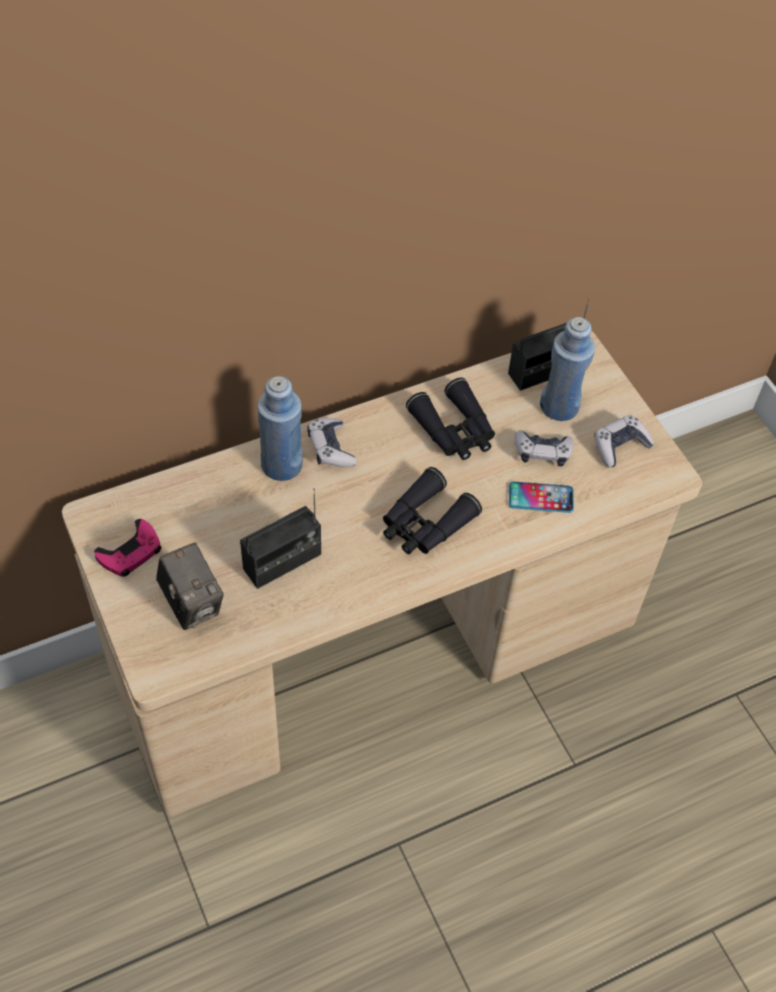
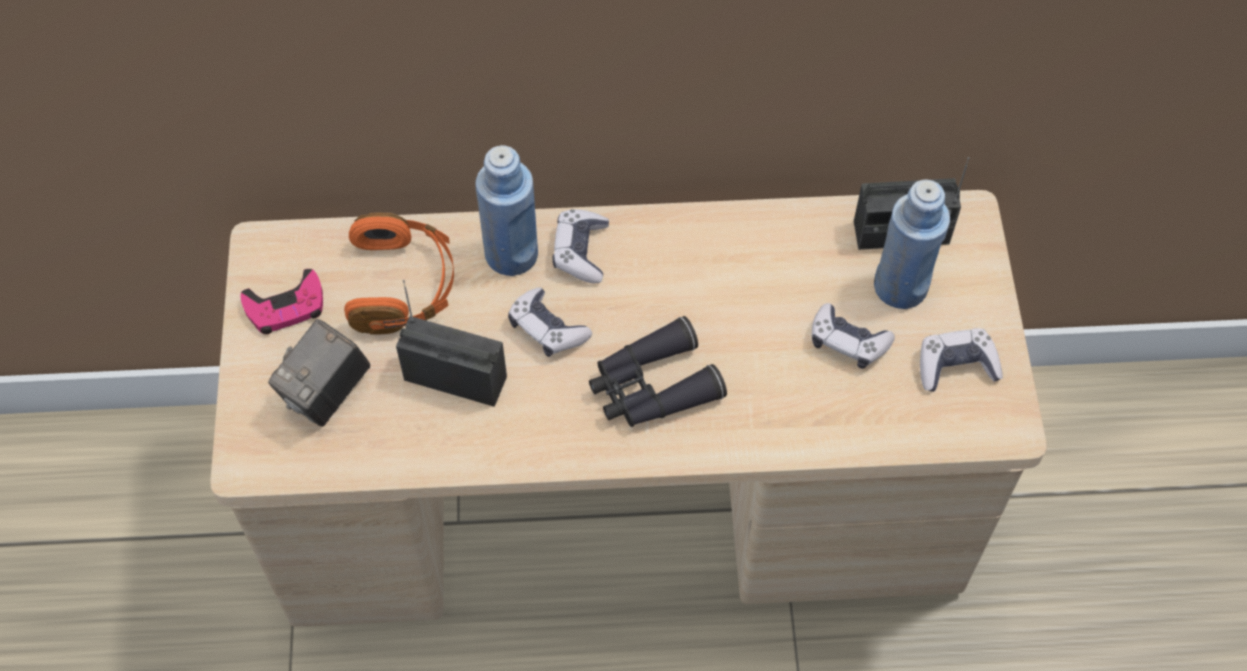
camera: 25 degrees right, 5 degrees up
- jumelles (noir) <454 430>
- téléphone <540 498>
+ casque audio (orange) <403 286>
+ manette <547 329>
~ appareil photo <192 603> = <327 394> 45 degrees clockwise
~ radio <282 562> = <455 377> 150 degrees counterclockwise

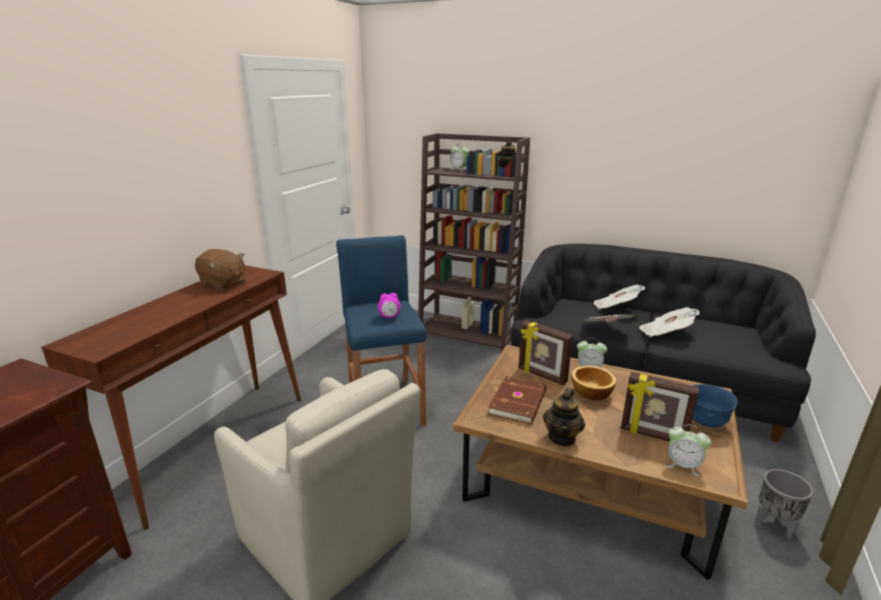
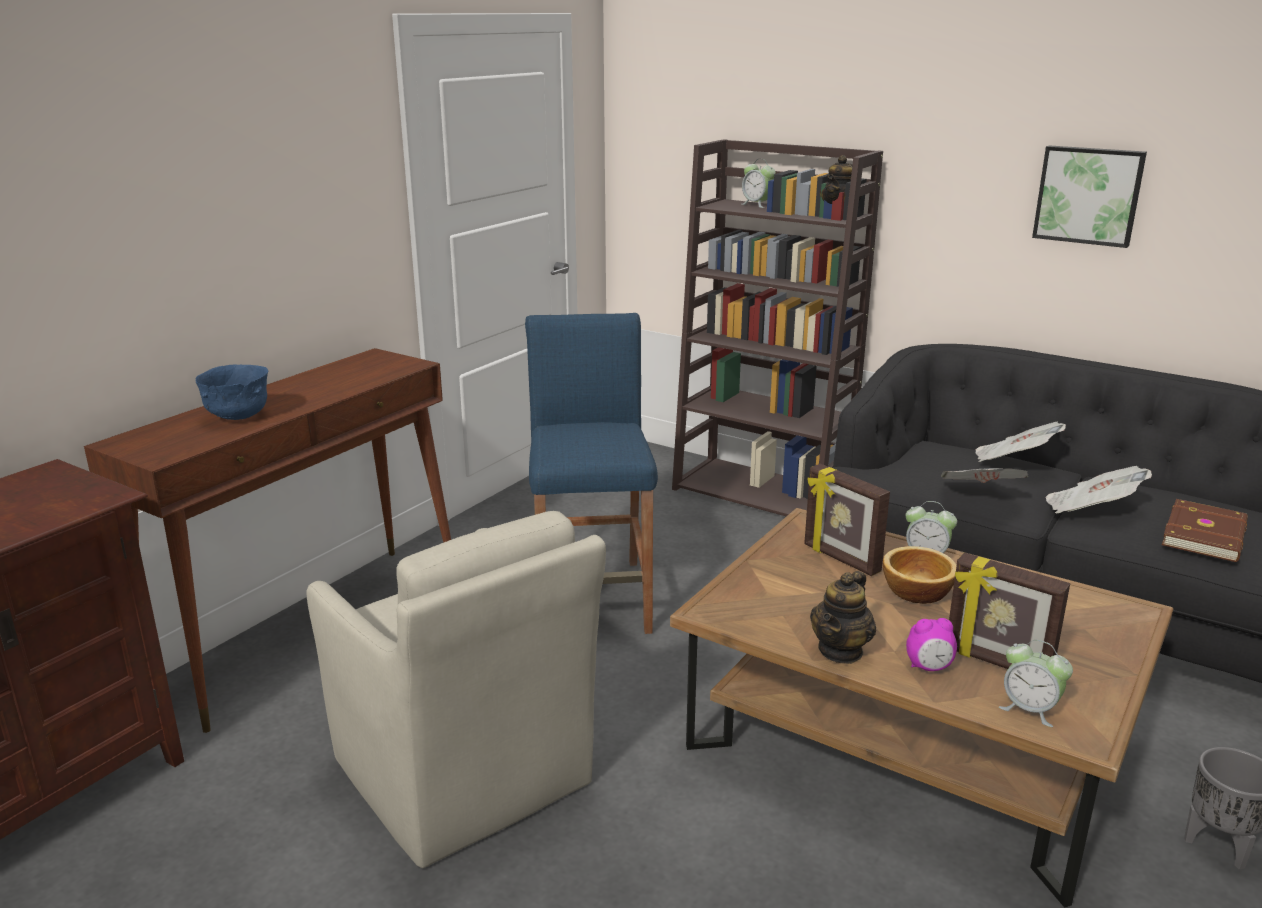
camera: 10 degrees right, 0 degrees up
- peluche (marron) <223 284>
+ tableau <1088 195>
~ réveil <389 317> to <929 667>
~ livre (marron) <519 402> to <1206 535>
~ bol (bleu) <705 422> to <238 417>

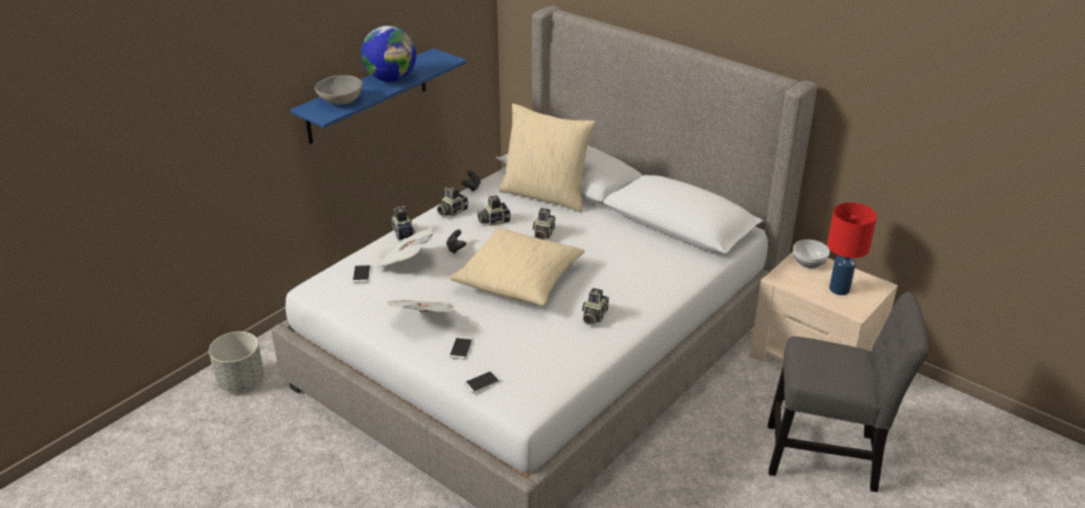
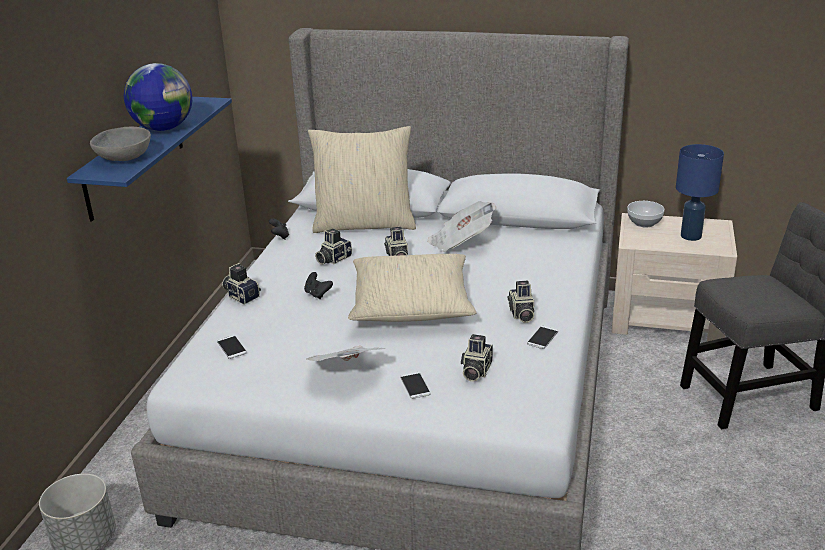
camera: 25 degrees left, 5 degrees down
~ journal <405 261> to <461 242>
~ appareil photo <451 211> to <475 370>
~ téléphone <482 382> to <542 338>
~ lampe de table (rouge) <839 289> to lampe de table (bleu) <691 236>

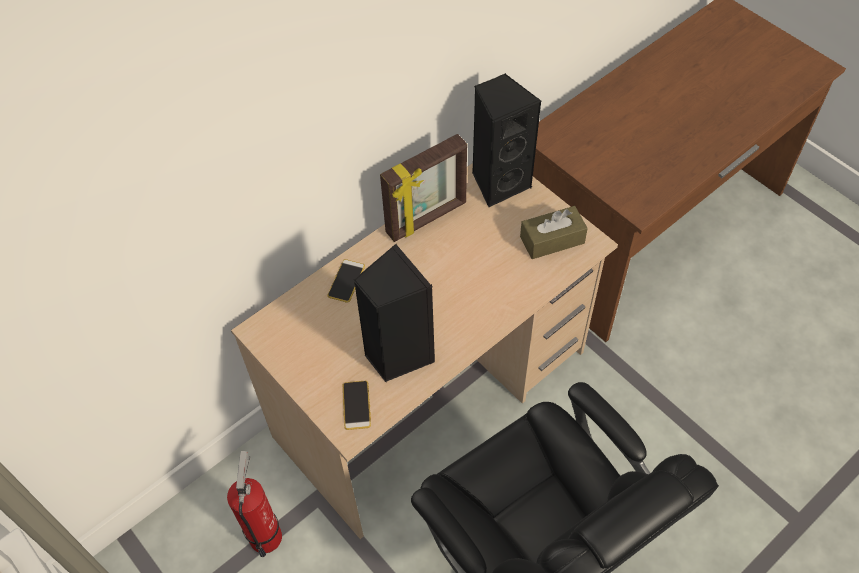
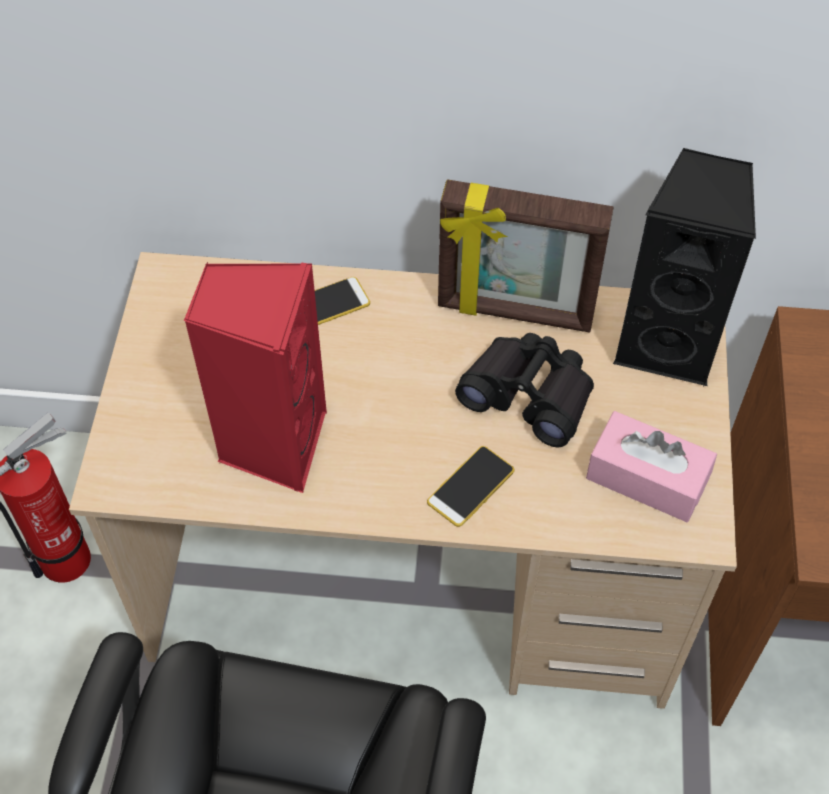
camera: 45 degrees right, 0 degrees up
+ jumelles (noir) <529 395>
~ téléphone <356 405> to <471 486>
~ enceinte (noir) <397 354> to enceinte (rouge) <272 443>
~ boîte à mouchoirs (marron) <552 240> to boîte à mouchoirs (rose) <647 478>

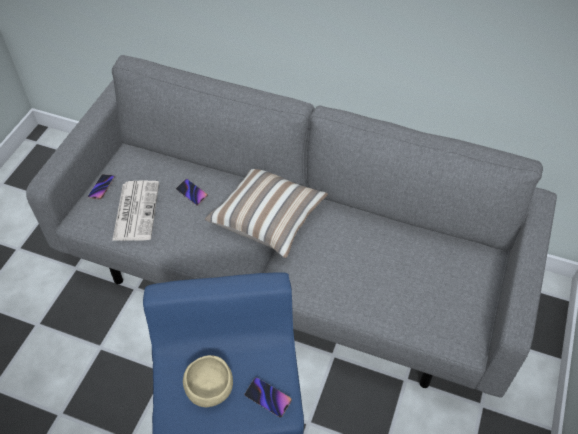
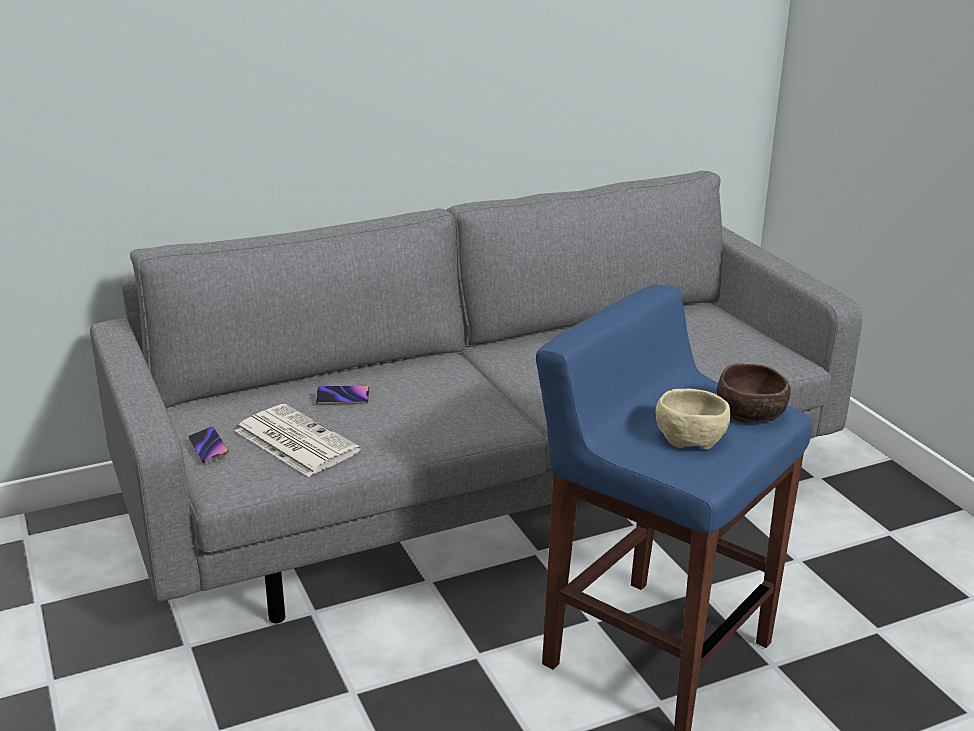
camera: 45 degrees left, 25 degrees down
- coussin <268 218>
~ téléphone <268 398> to bol (marron) <752 413>

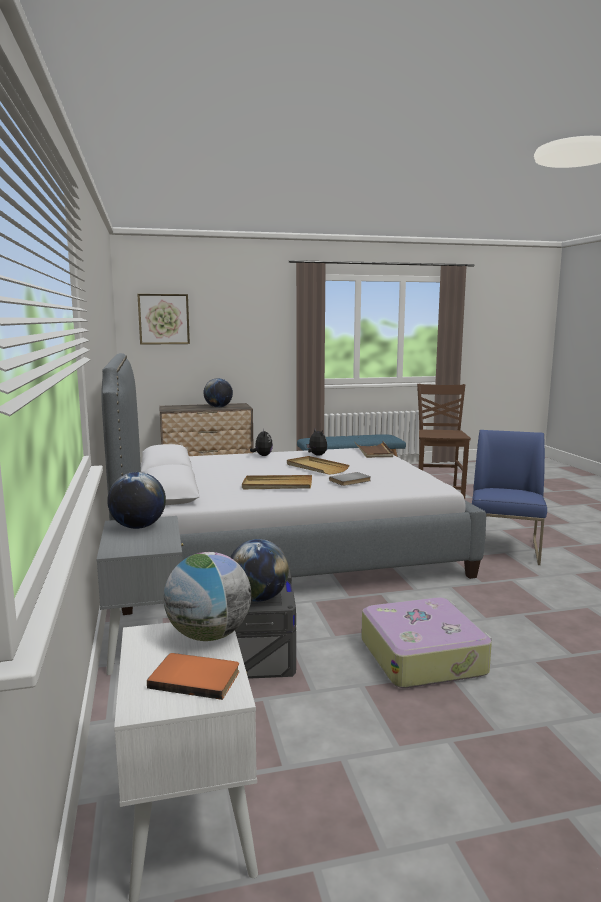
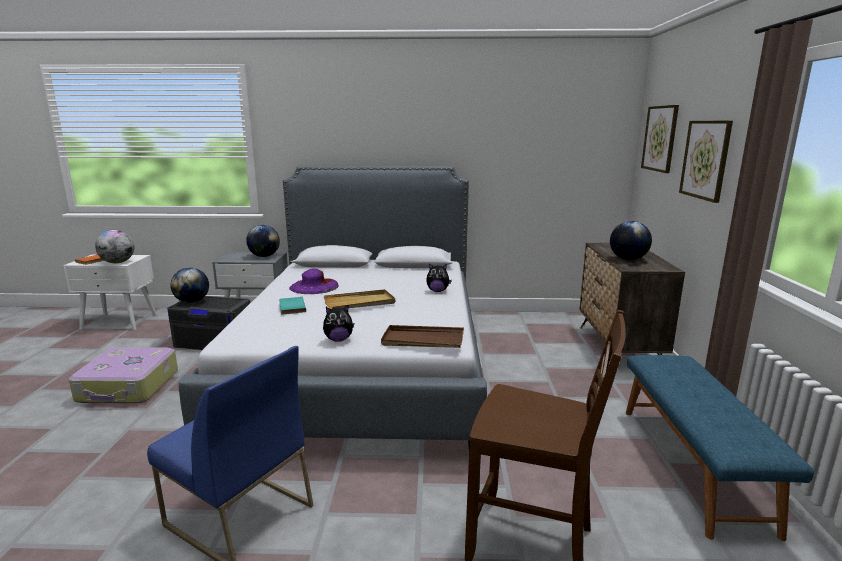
camera: 105 degrees right, 5 degrees up
+ tableau <705 159>
~ peluche <316 455> to <338 339>
~ plateau (beige) <277 485> to chapeau (violet) <314 286>
~ livre (gris) <351 481> to livre (turquoise) <291 307>

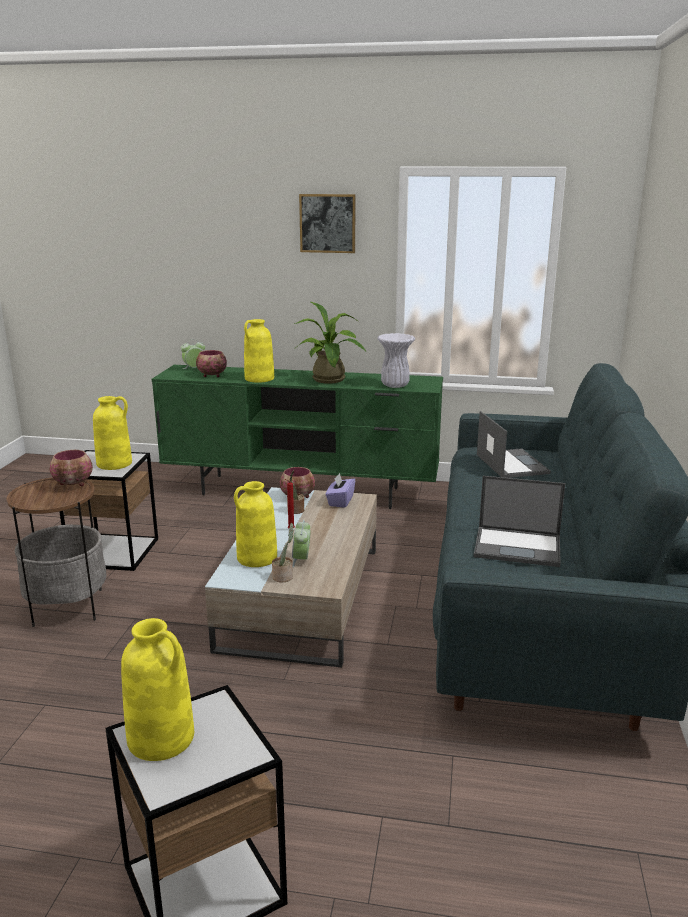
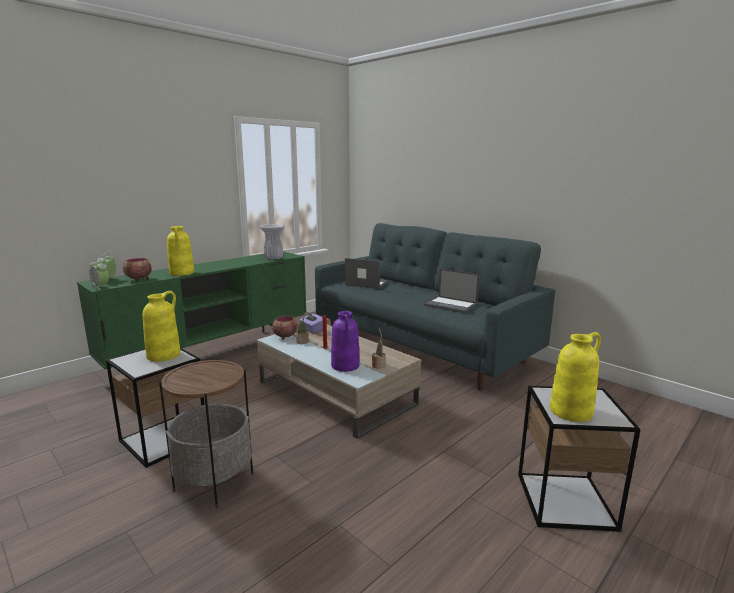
camera: 55 degrees left, 5 degrees down
- bol <74 484>
- plante en pot <330 381>
- tableau <327 223>
~ réveil <301 560> to <100 287>
~ vase (jaune) <256 558> to vase (violet) <345 366>
~ ordinateur portable <518 547> = <451 305> 75 degrees clockwise

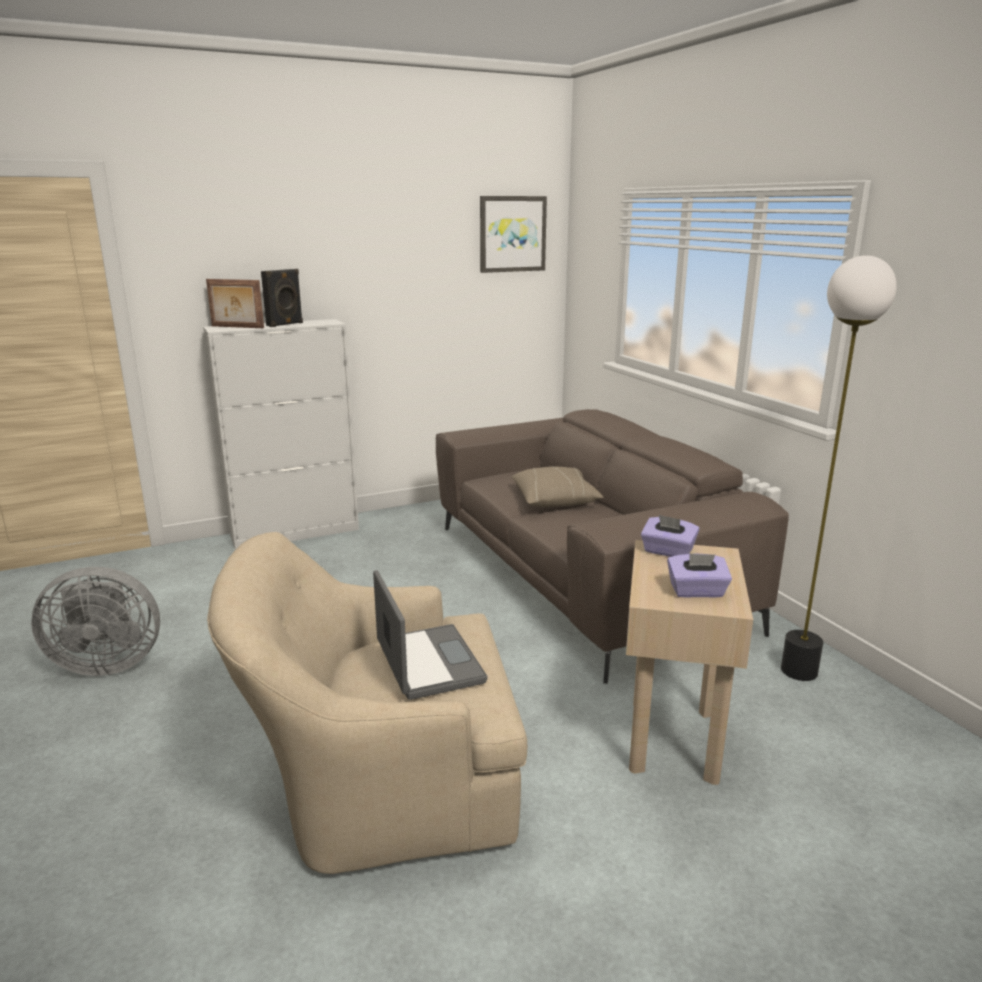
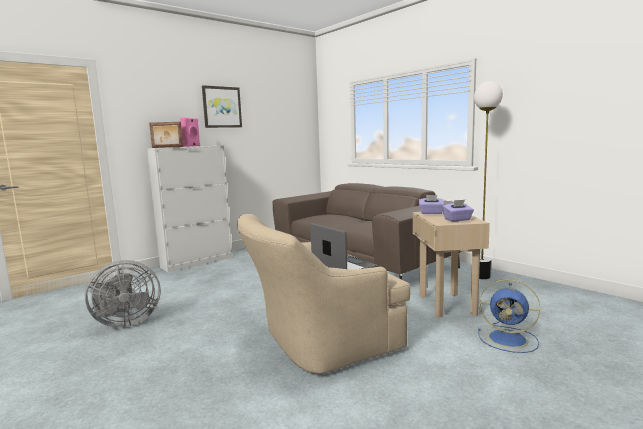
camera: 15 degrees left, 10 degrees down
- coussin (beige) <555 500>
+ ventilateur (bleu) <509 339>
~ tableau <512 234> to <222 107>
~ enceinte (noir) <285 324> to enceinte (rose) <192 146>

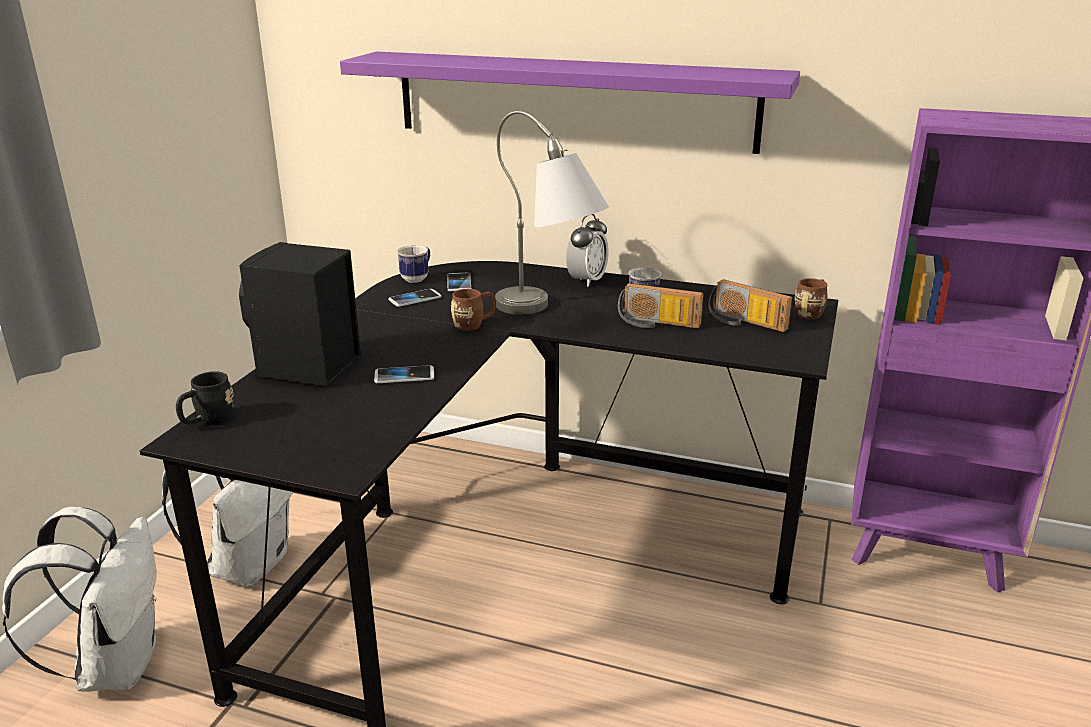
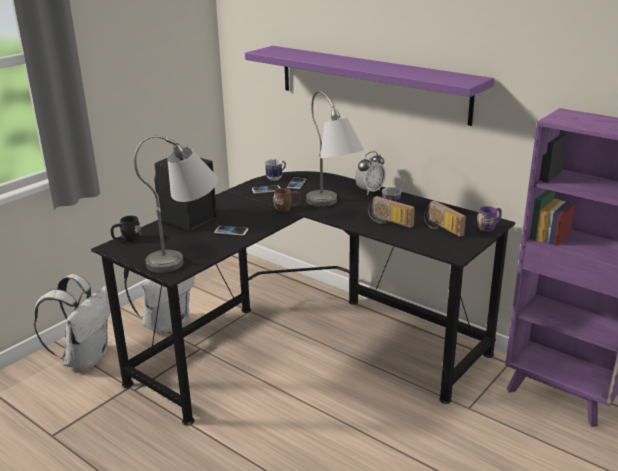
camera: 20 degrees right, 0 degrees up
+ lampe de table (gris) <186 255>
~ mug (marron) <811 312> to mug (violet) <489 227>

